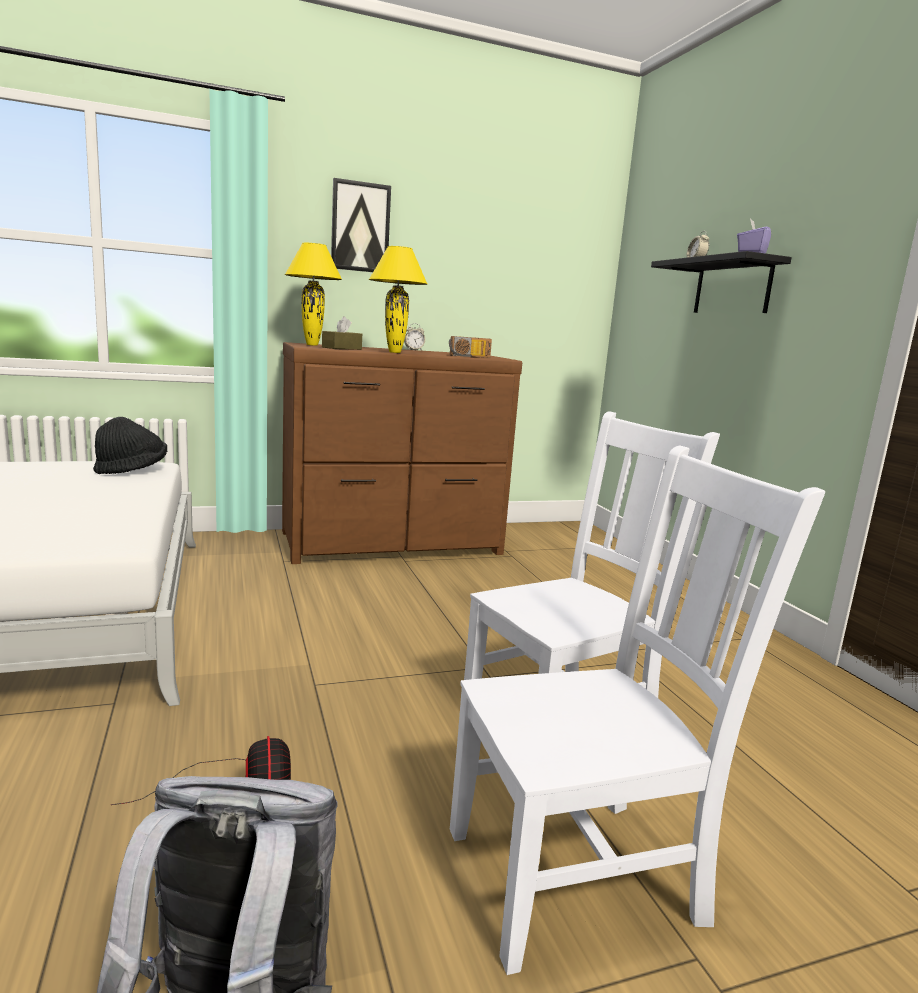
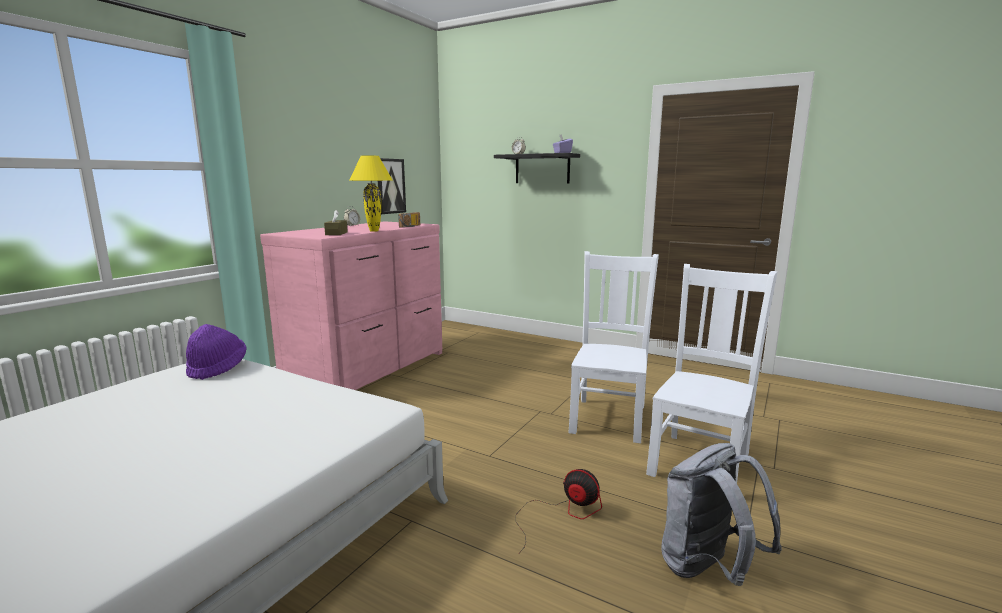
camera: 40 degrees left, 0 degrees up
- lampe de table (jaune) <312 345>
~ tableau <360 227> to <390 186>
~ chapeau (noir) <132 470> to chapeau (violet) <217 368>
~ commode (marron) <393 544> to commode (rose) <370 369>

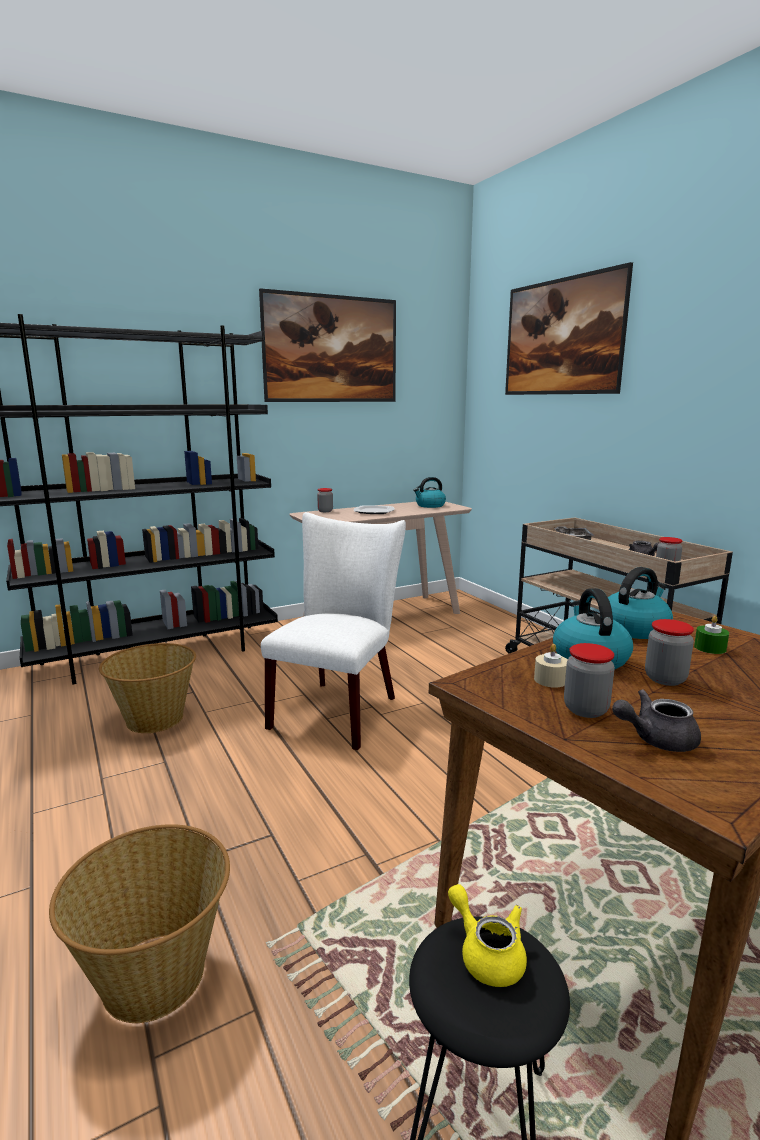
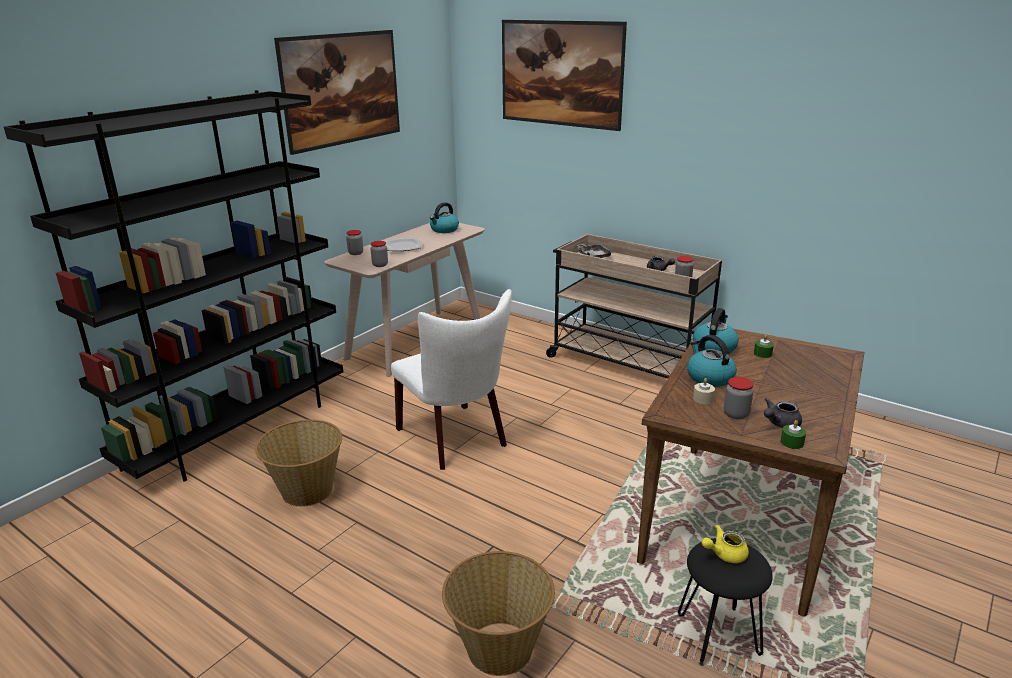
camera: 25 degrees left, 10 degrees up
+ bougie (vert) <792 442>
~ bocal <665 679> to <380 265>
~ chaise (blanc) <339 708> = <456 439> 150 degrees clockwise
~ théière (jaune) <487 953> = <724 554> 45 degrees counterclockwise

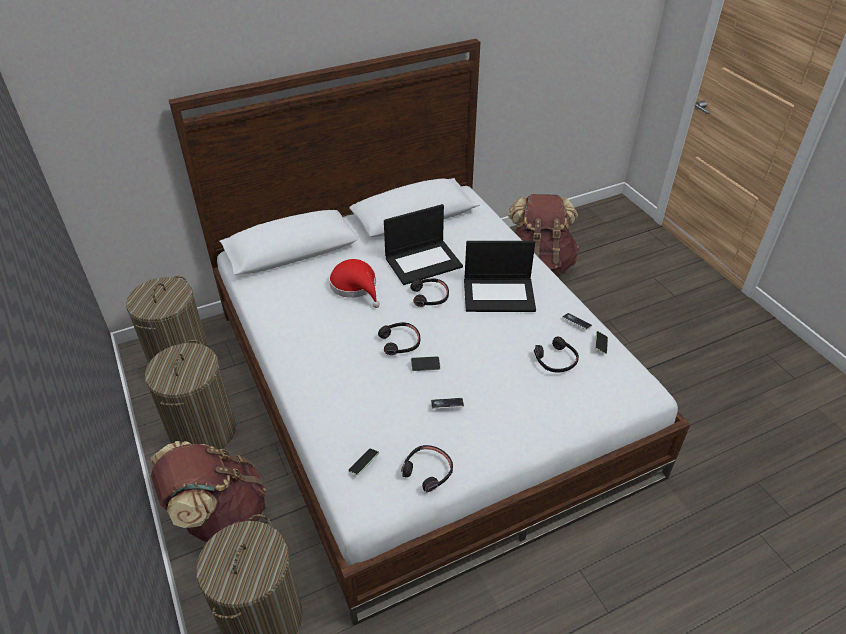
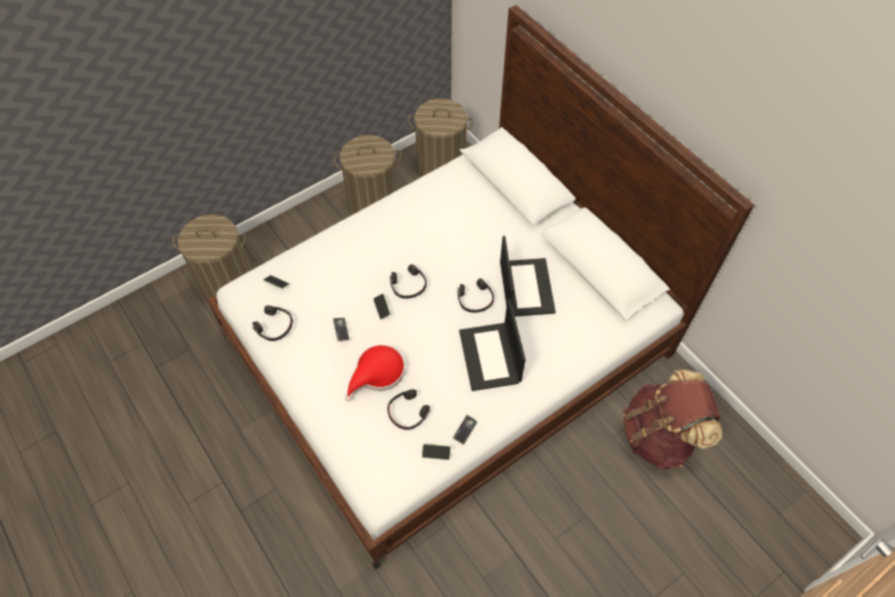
camera: 80 degrees right, 15 degrees up
- sac à dos (marron) <220 517>
~ chapeau (rouge) <355 286> to <377 373>
~ ordinateur portable <423 262> = <525 287> 150 degrees counterclockwise

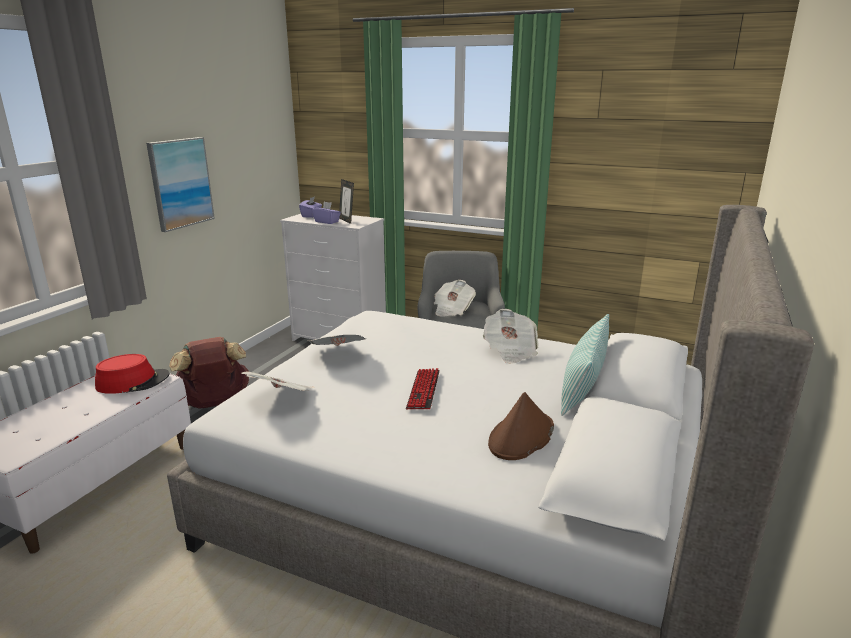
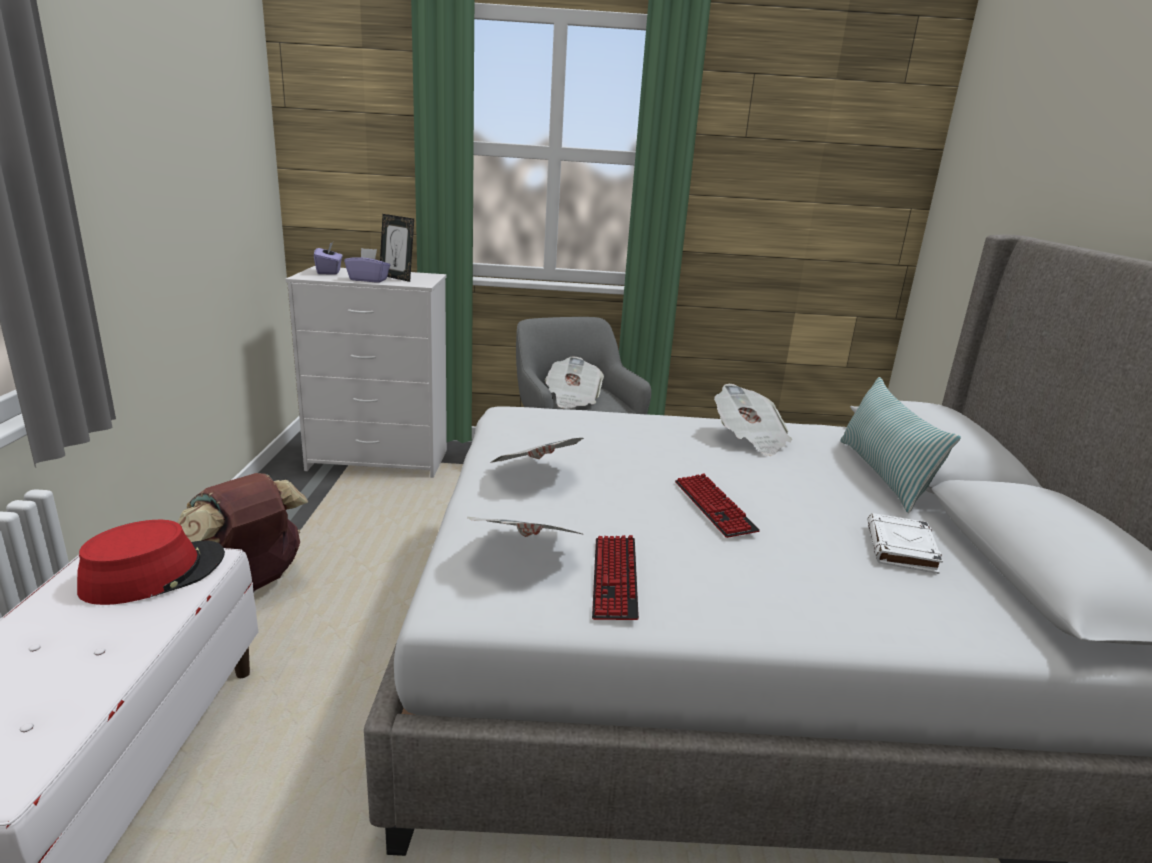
camera: 25 degrees left, 0 degrees up
- tableau <180 183>
+ clavier <614 578>
~ chapeau (marron) <521 437> to livre (blanc) <901 549>

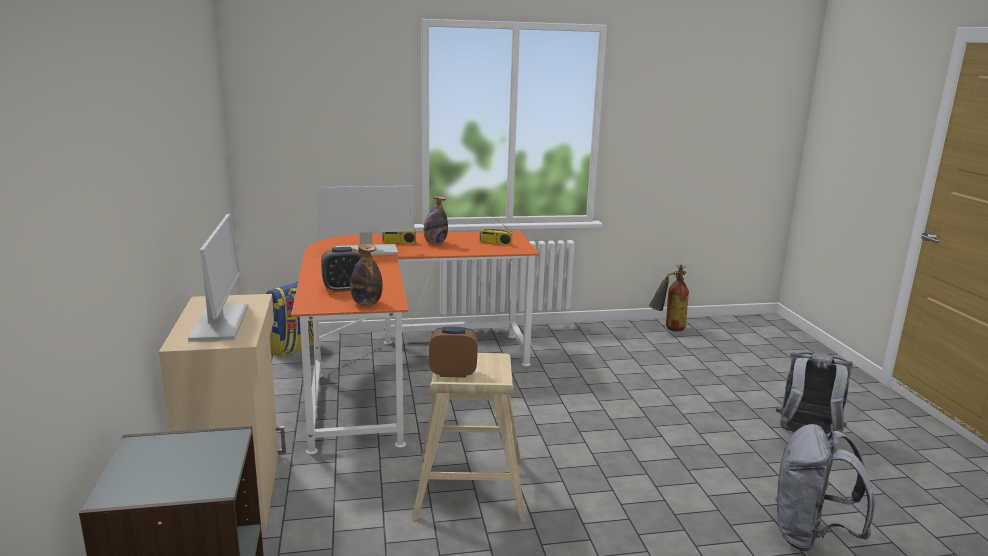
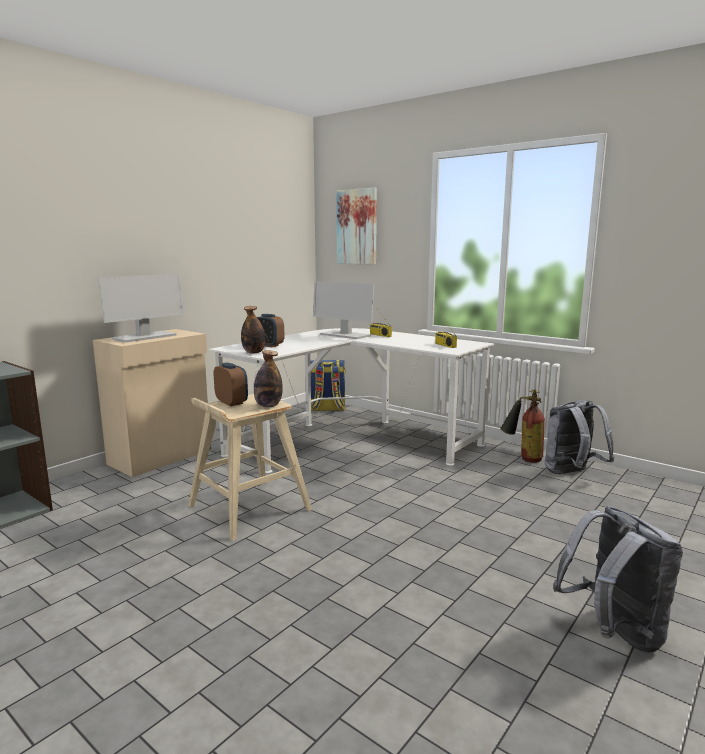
camera: 50 degrees right, 5 degrees down
+ tableau <357 227>
~ bouteille <435 243> to <268 406>
~ extincteur <667 329> to <522 458>
~ sac à dos (gris) <810 536> to <572 474>
~ bureau (orange) <401 375> to bureau (blanc) <352 440>

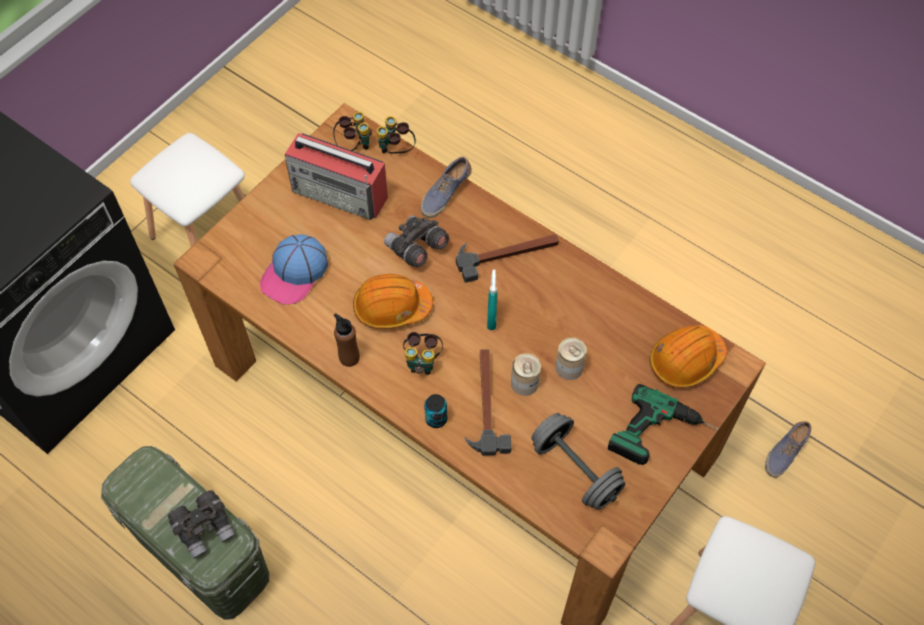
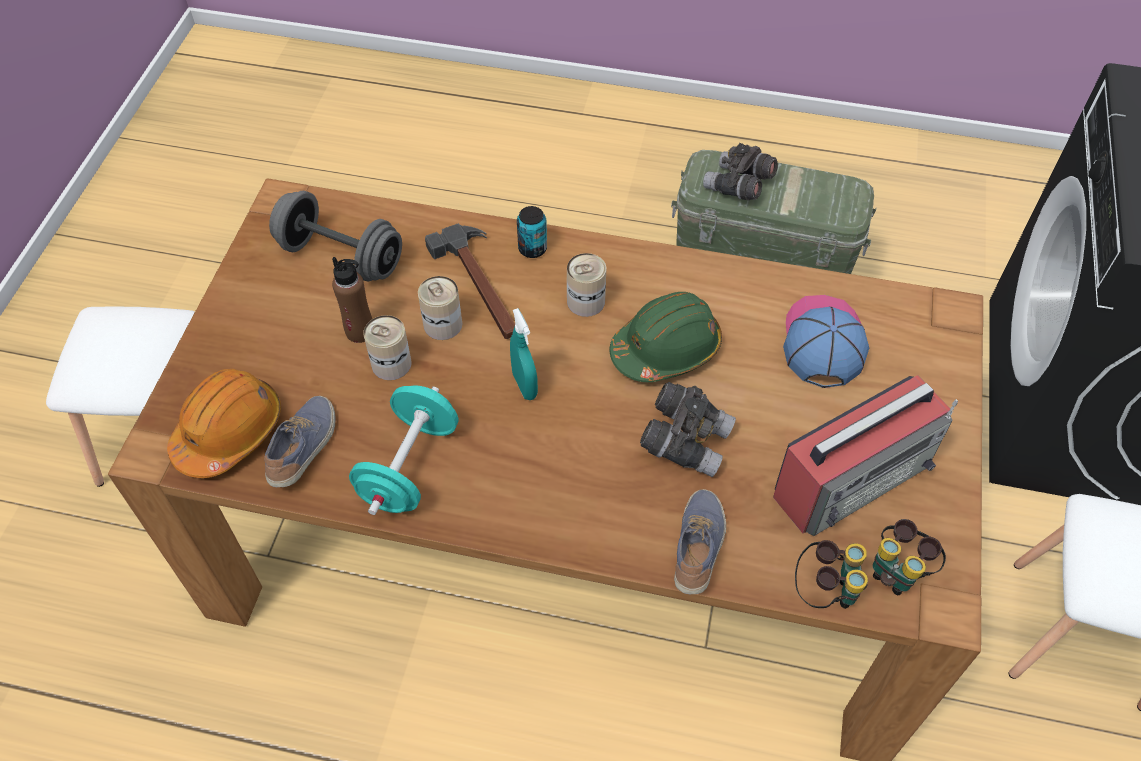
camera: 155 degrees right, 5 degrees down
- marteau <507 254>
- perceuse <663 436>
+ haltère (turquoise) <409 467>
~ bouteille (marron) <349 357> to <360 331>
~ chaussure <785 451> to <305 448>
~ jumelles <422 361> to boîte métallique <586 301>
~ casque de chantier (orange) <391 307> to casque de chantier (vert) <666 349>
~ radio <340 194> = <853 479> 150 degrees clockwise

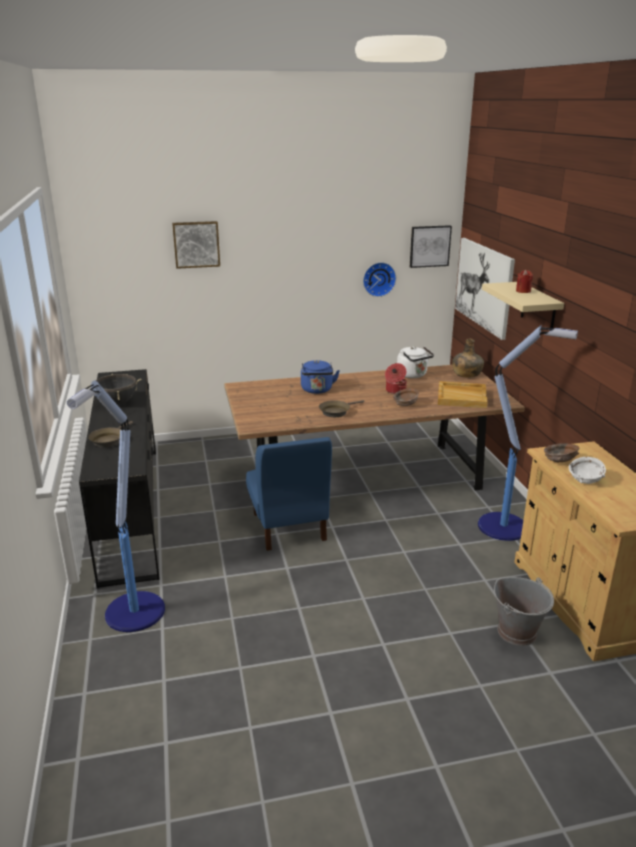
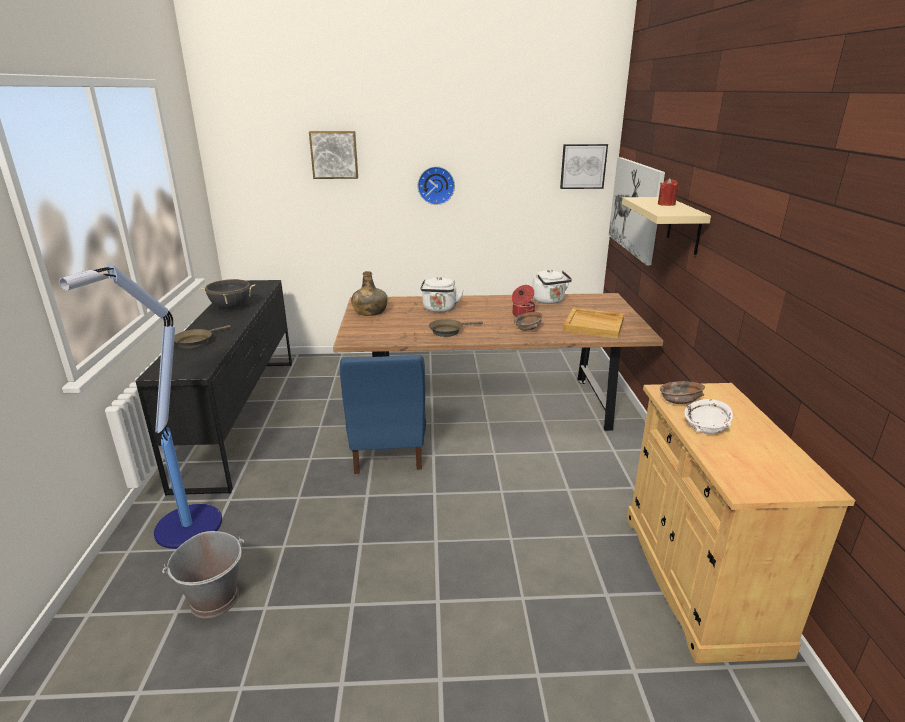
camera: 10 degrees right, 0 degrees up
- lampadaire <505 527>
~ horloge murale <378 279> to <436 185>
~ bouteille (vert) <466 374> to <370 312>
~ seau (gris) <517 632> to <215 599>
~ bouilloire (bleu) <317 390> to bouilloire (blanc) <439 309>

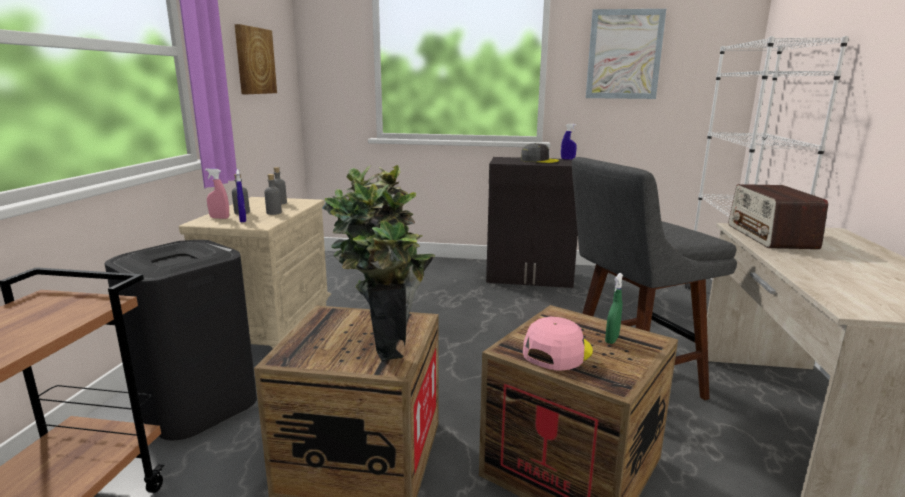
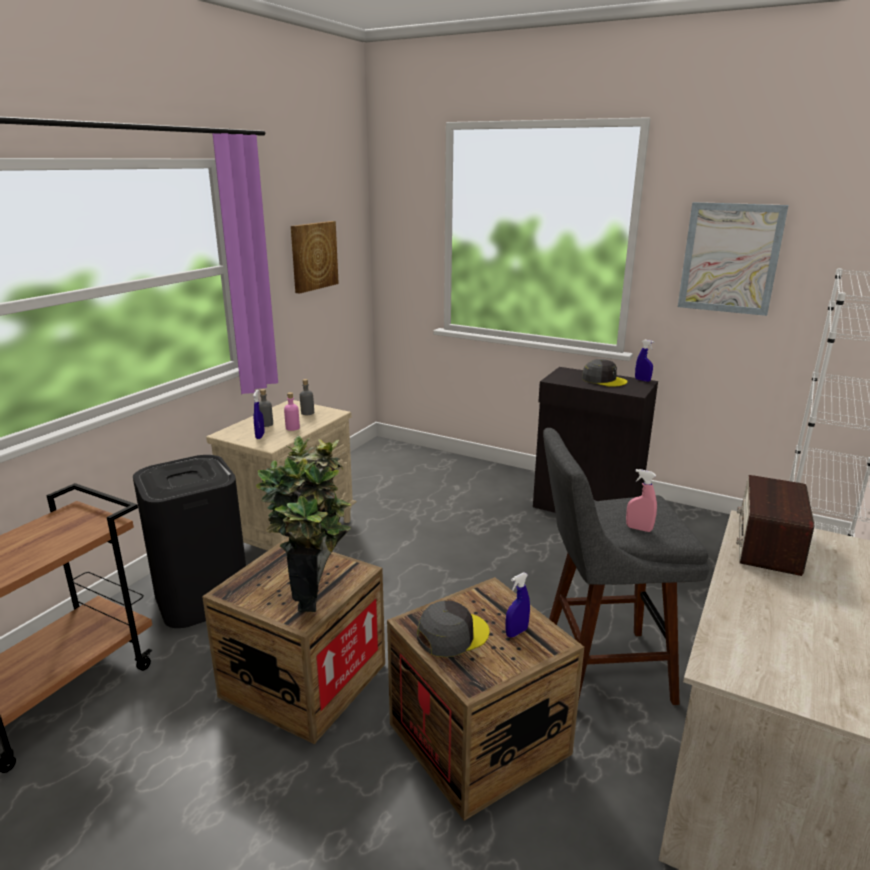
camera: 20 degrees right, 5 degrees up
~ vaporisateur (rose) <219 218> to <639 528>
~ bouteille (gris) <274 213> to bouteille (rose) <292 428>
~ casquette (rose) <557 351> to casquette (gris) <452 635>
~ vaporisateur (vert) <612 339> to vaporisateur (bleu) <516 632>

